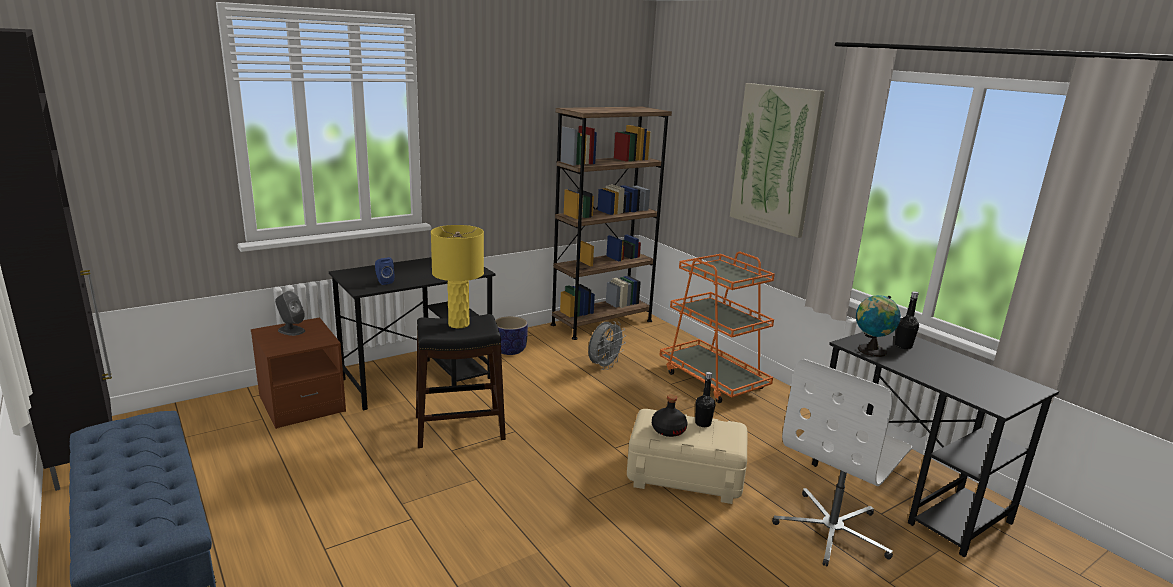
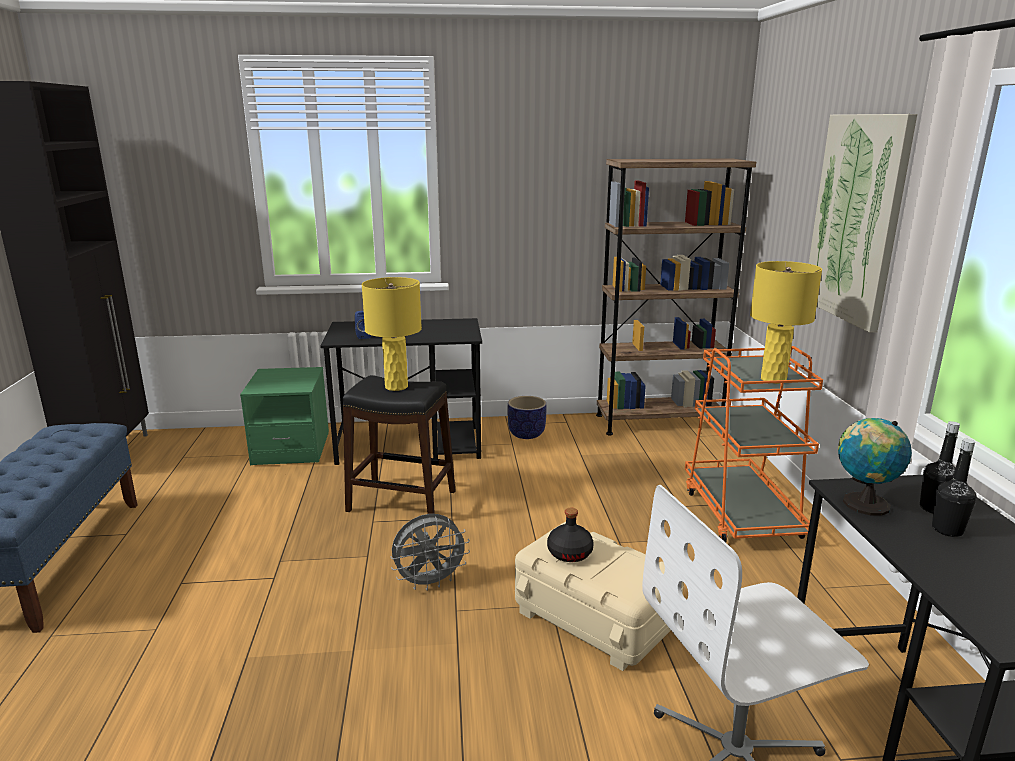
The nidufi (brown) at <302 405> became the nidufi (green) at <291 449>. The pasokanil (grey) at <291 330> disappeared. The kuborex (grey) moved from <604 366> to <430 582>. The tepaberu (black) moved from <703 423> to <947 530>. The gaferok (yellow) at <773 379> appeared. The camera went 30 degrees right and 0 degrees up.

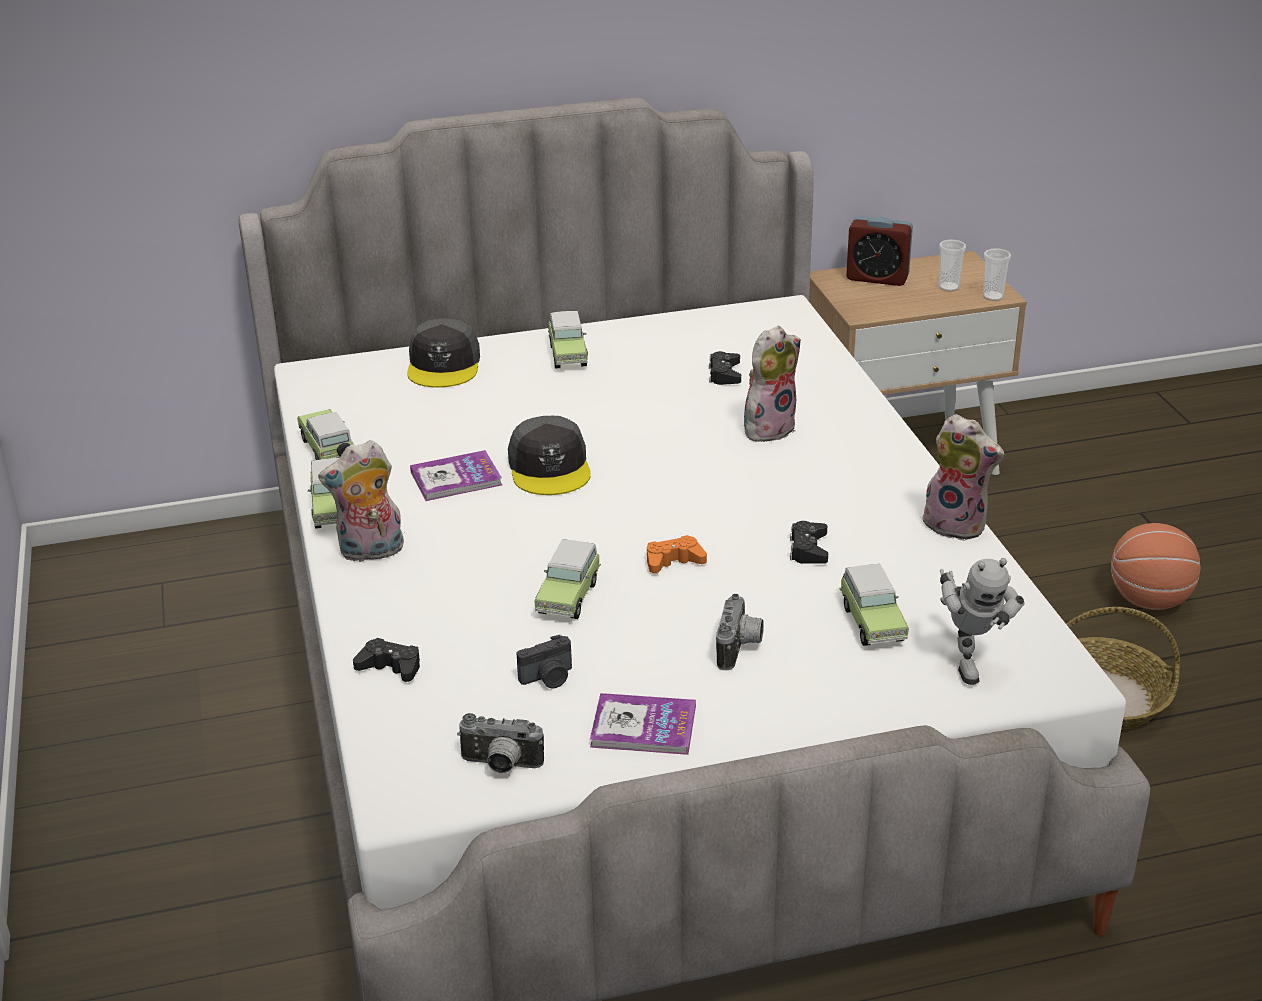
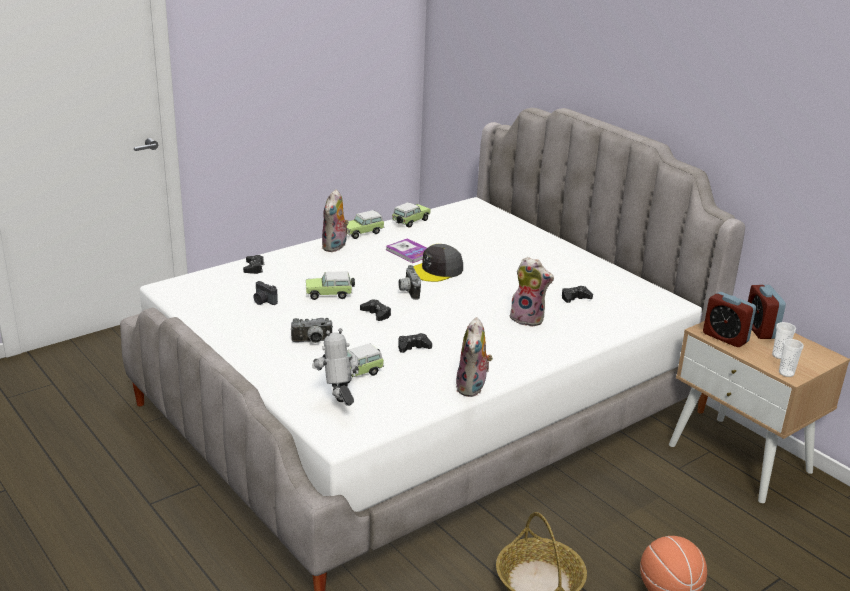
The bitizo at <370 552> turned 120 degrees counterclockwise. The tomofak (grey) at <444 365> disappeared. The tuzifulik moved from <500 766> to <408 291>. The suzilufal at <568 354> disappeared. The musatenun at <643 727> disappeared. The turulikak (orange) at <673 561> became the turulikak (black) at <376 314>. The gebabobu at <968 660> turned 105 degrees clockwise. The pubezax at <725 337> appeared. The camera went 65 degrees right and 5 degrees down.

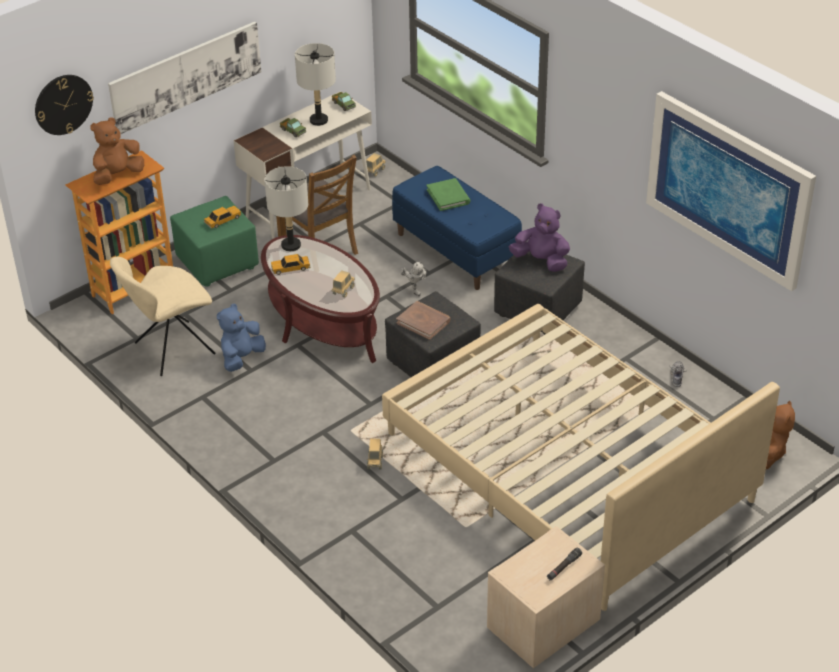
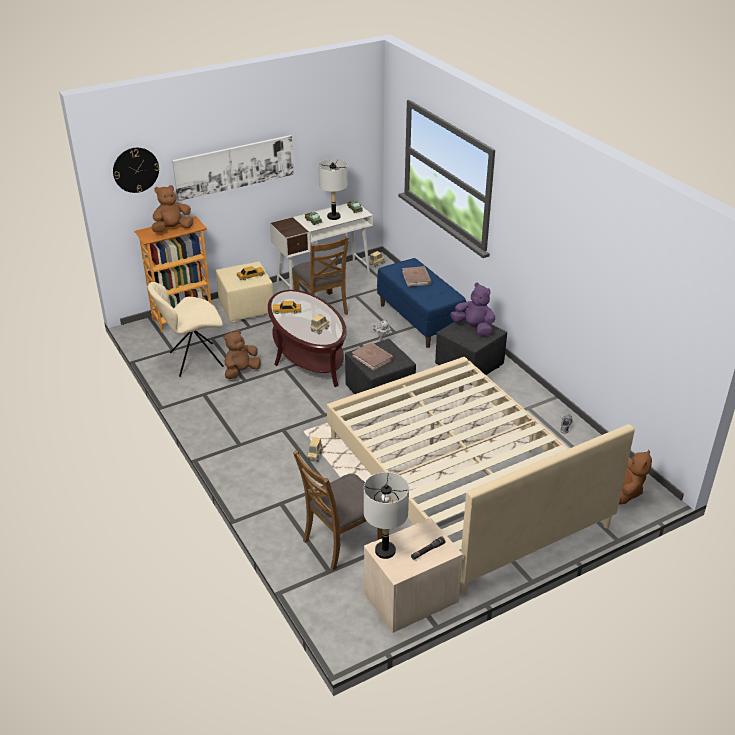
The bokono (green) at <216 263> became the bokono (beige) at <246 309>. The bitizo (blue) at <241 358> became the bitizo (brown) at <241 372>. The gaferok (grey) moved from <291 245> to <385 551>. The musatenun (green) at <448 196> became the musatenun (brown) at <416 278>. The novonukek at <728 188> disappeared. The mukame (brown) at <342 541> appeared. The camera went 10 degrees right and 5 degrees down.

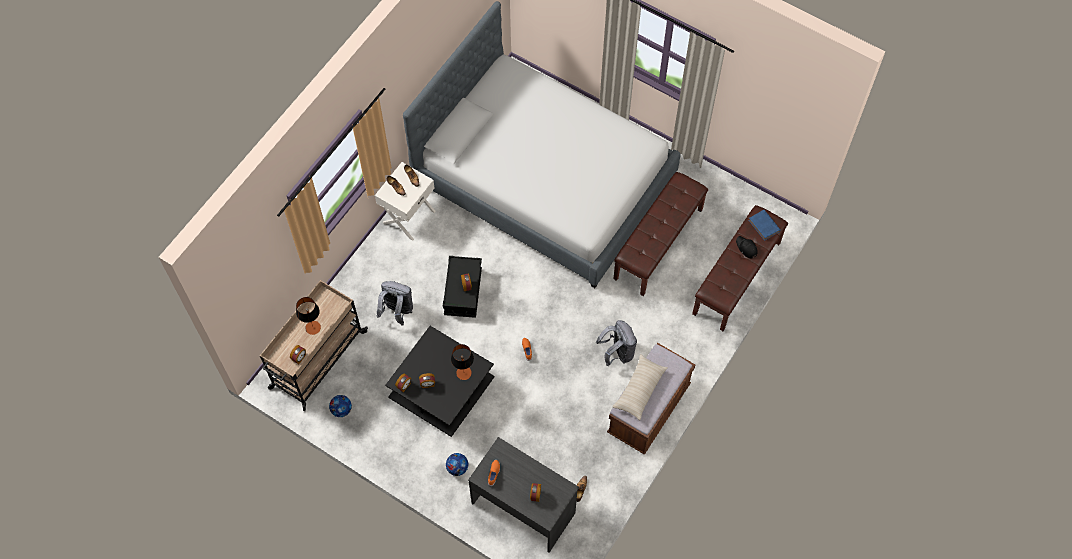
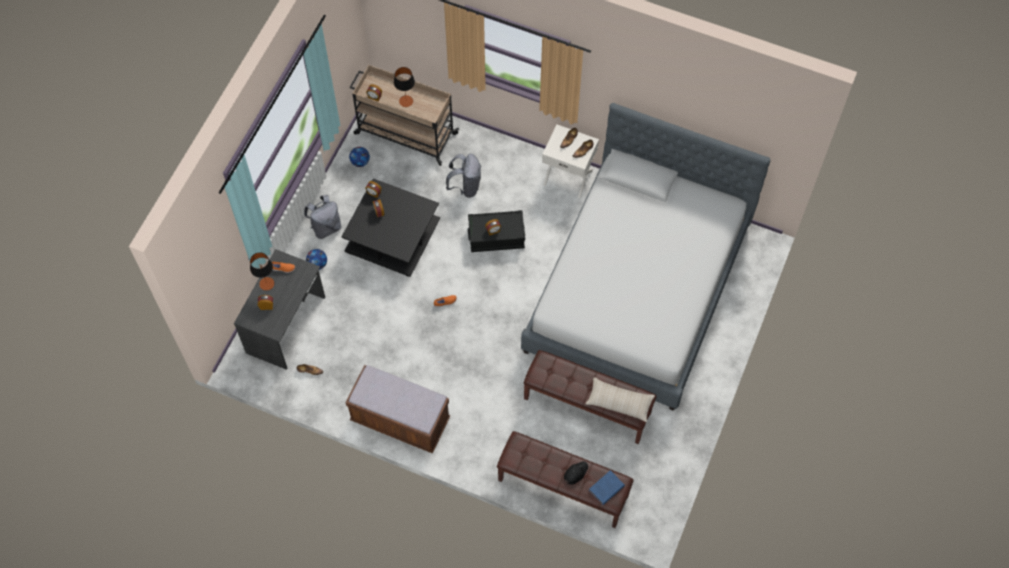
The gaferok moved from <464 373> to <266 284>. The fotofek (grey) moved from <617 352> to <326 227>. The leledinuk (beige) moved from <639 390> to <619 402>. The camera went 80 degrees right and 0 degrees up.

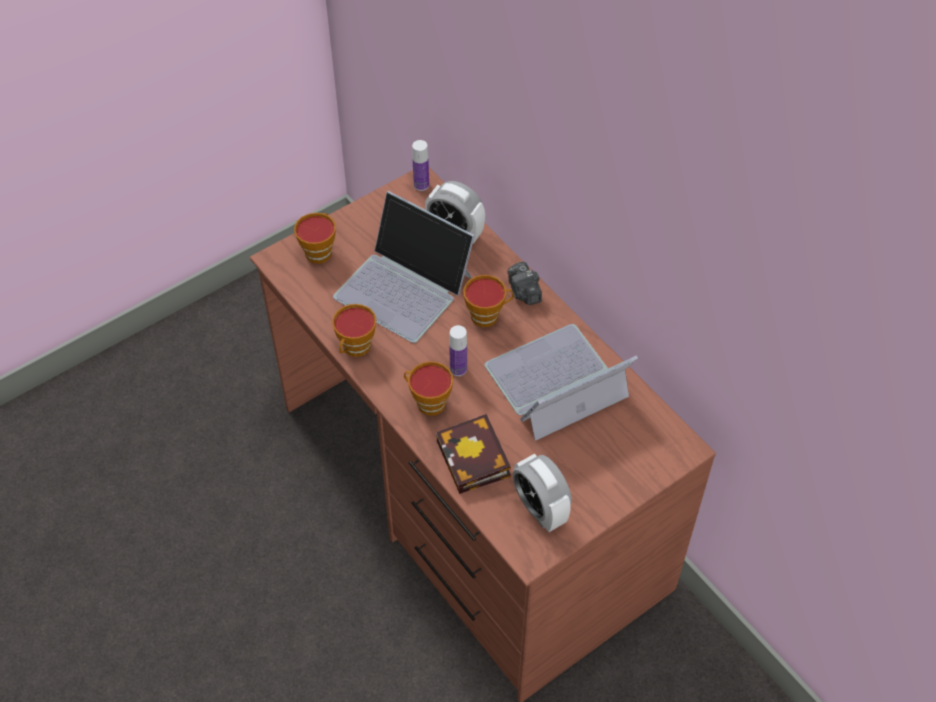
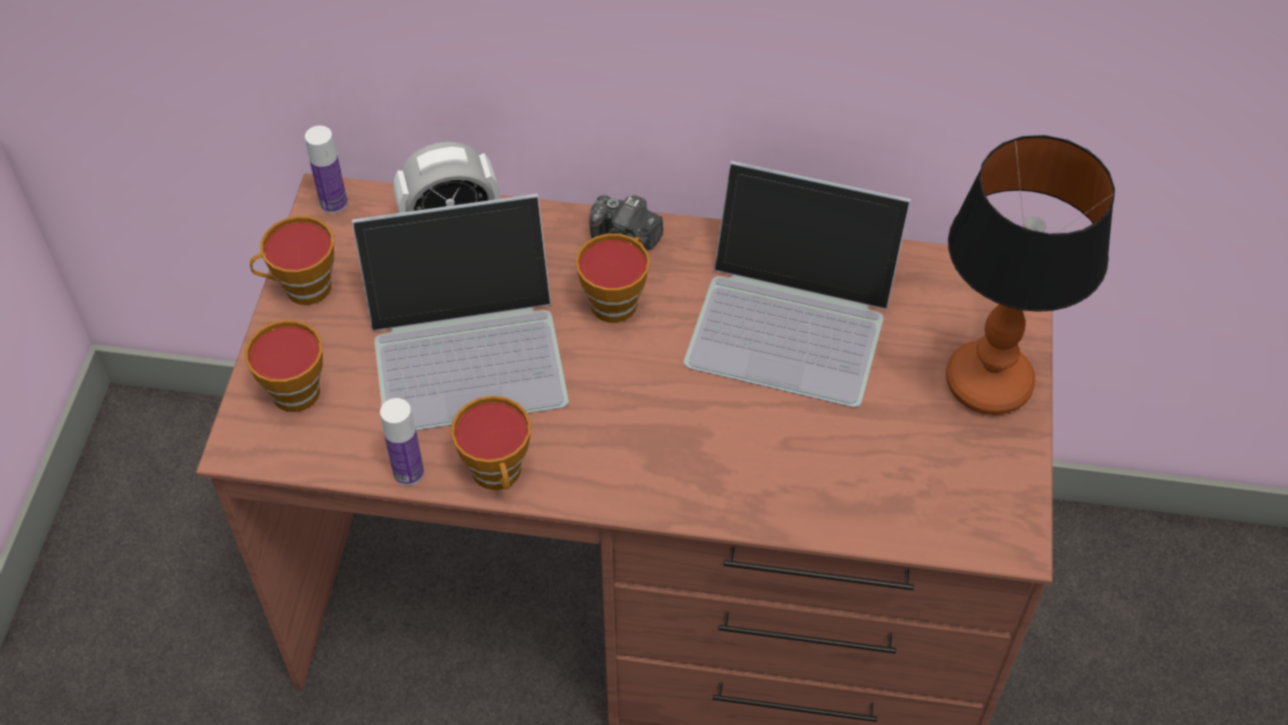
The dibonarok moved from <427 402> to <302 289>. The musatenun at <475 461> disappeared. The tepaberu moved from <458 369> to <408 472>. The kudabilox at <555 383> turned 90 degrees counterclockwise. The pubezax at <540 509> disappeared. The gaferok at <989 382> appeared. The camera went 45 degrees left and 0 degrees up.

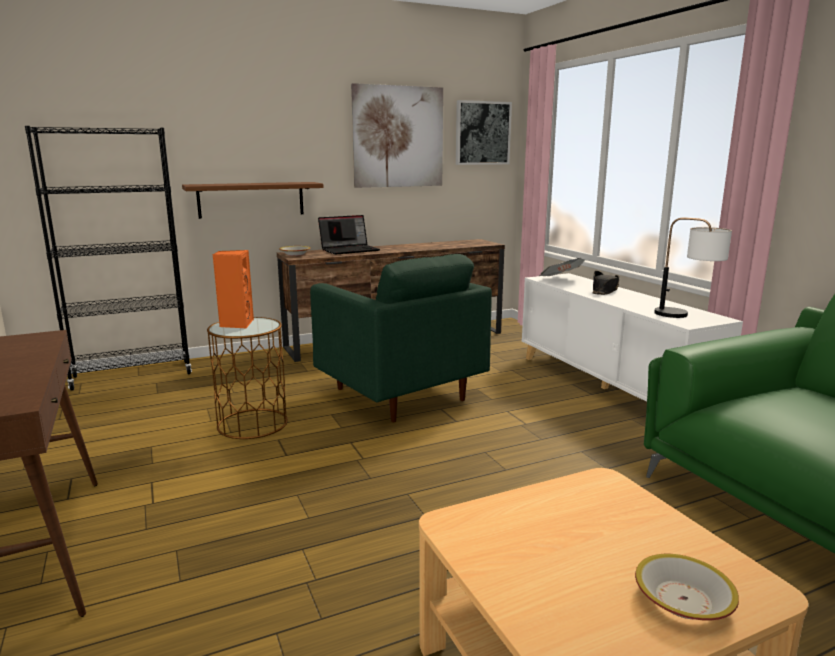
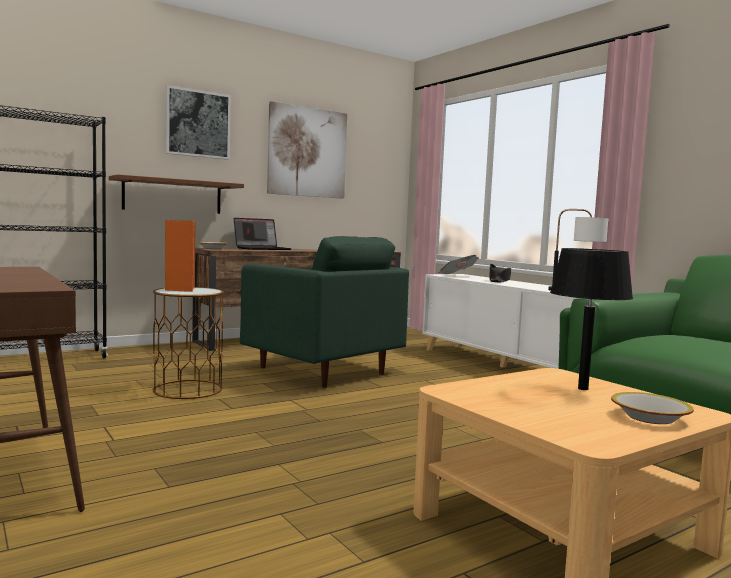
The novonukek moved from <482 133> to <197 124>. The gaferok (black) at <582 389> appeared. The camera went 10 degrees left and 10 degrees down.

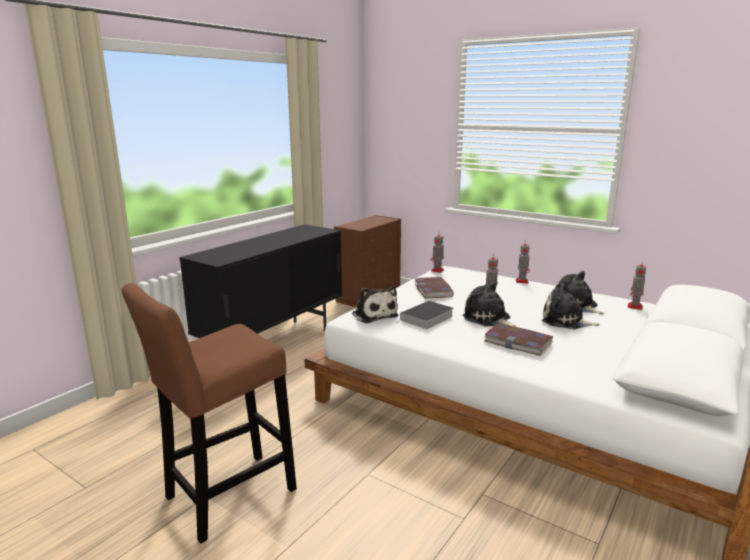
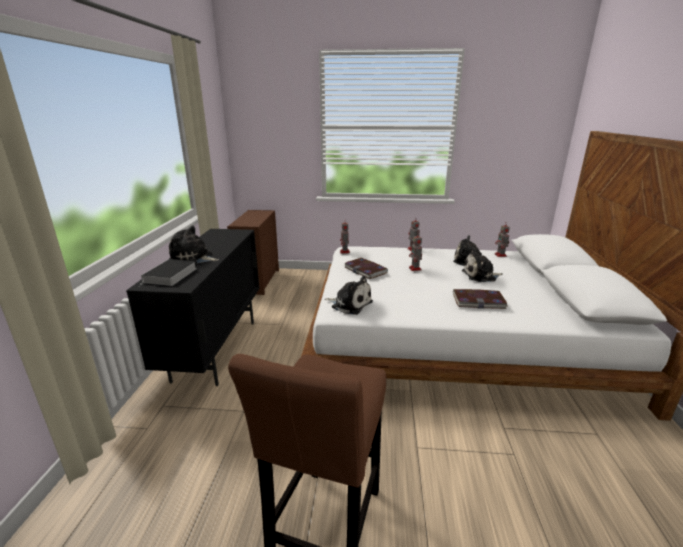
The musatenun moved from <426 318> to <170 276>. The bitizo moved from <488 319> to <193 258>. The camera went 30 degrees left and 5 degrees up.

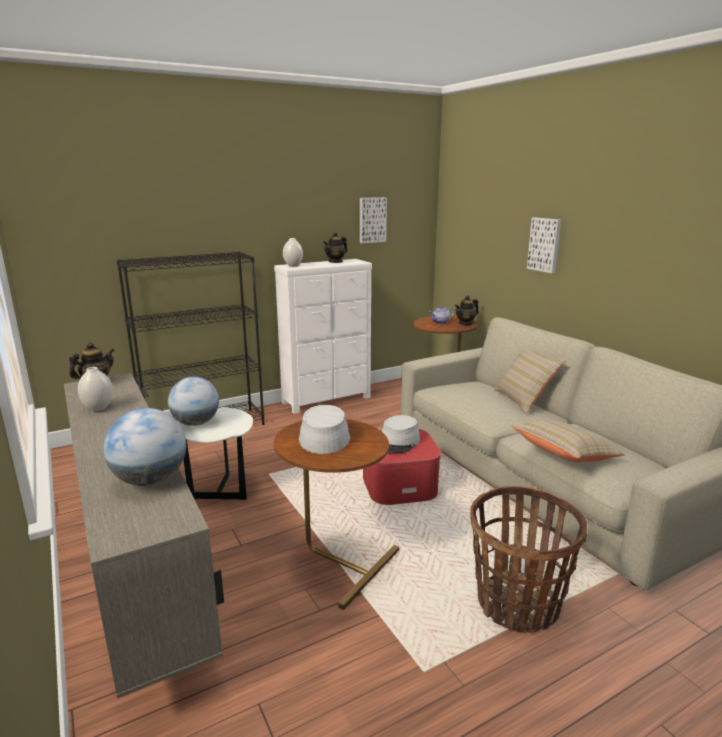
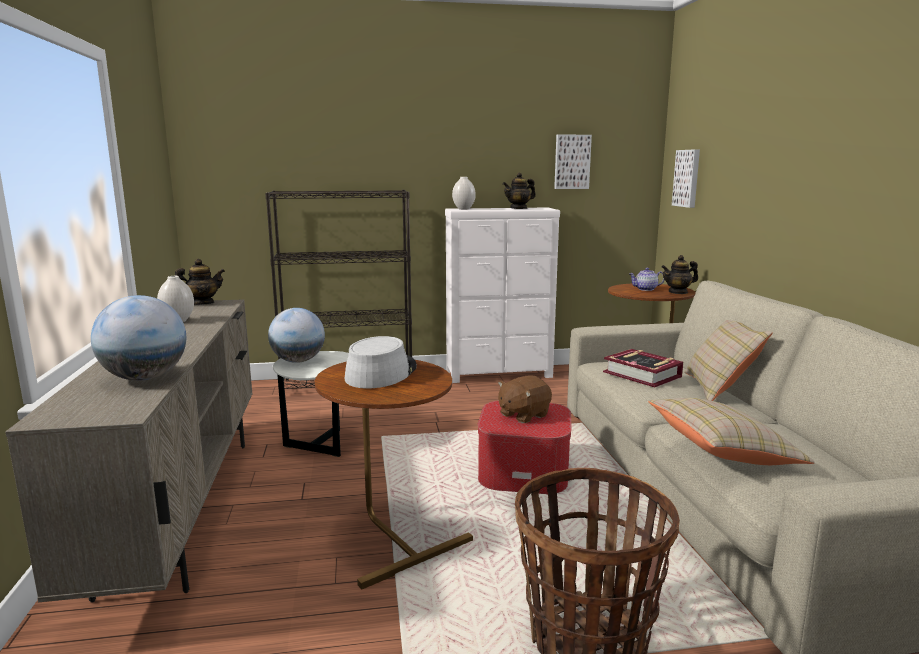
The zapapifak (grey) at <397 442> was replaced by the bitizo (brown) at <523 415>. The novonukek moved from <545 244> to <687 178>. The musatenun at <642 374> appeared. The camera went 20 degrees right and 5 degrees down.

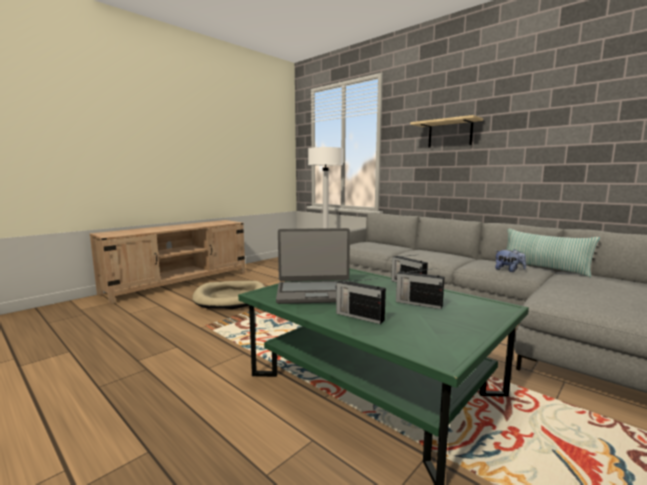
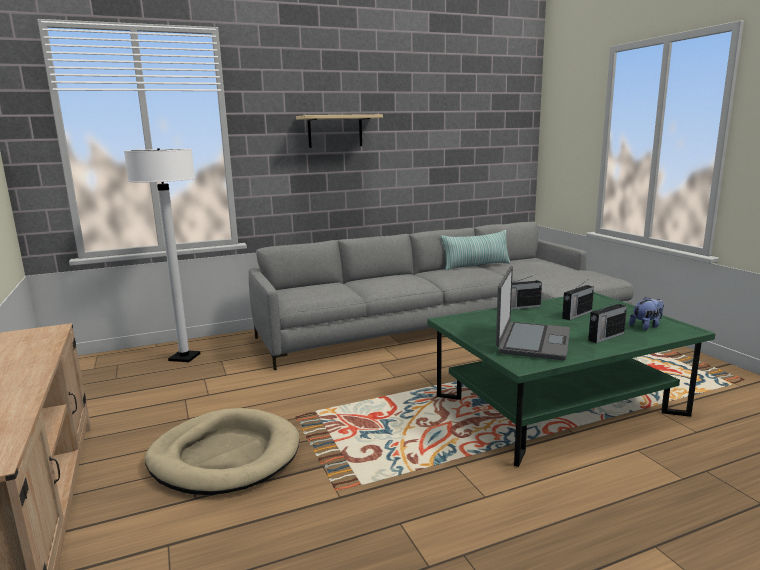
The bitizo moved from <508 270> to <646 326>. The camera went 65 degrees left and 5 degrees up.

